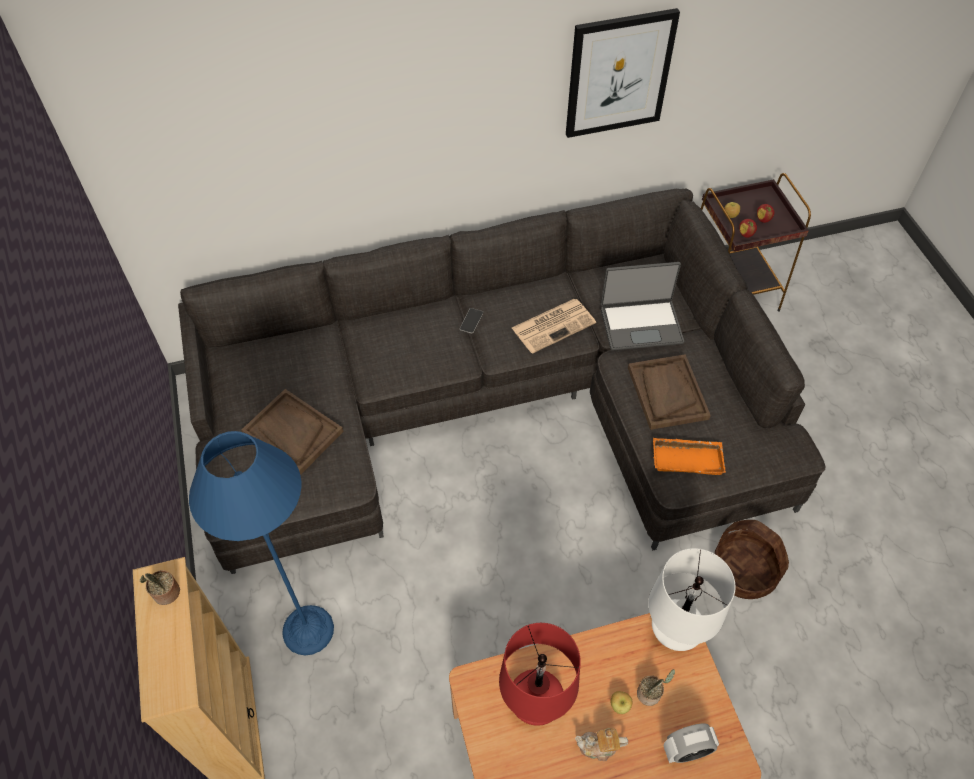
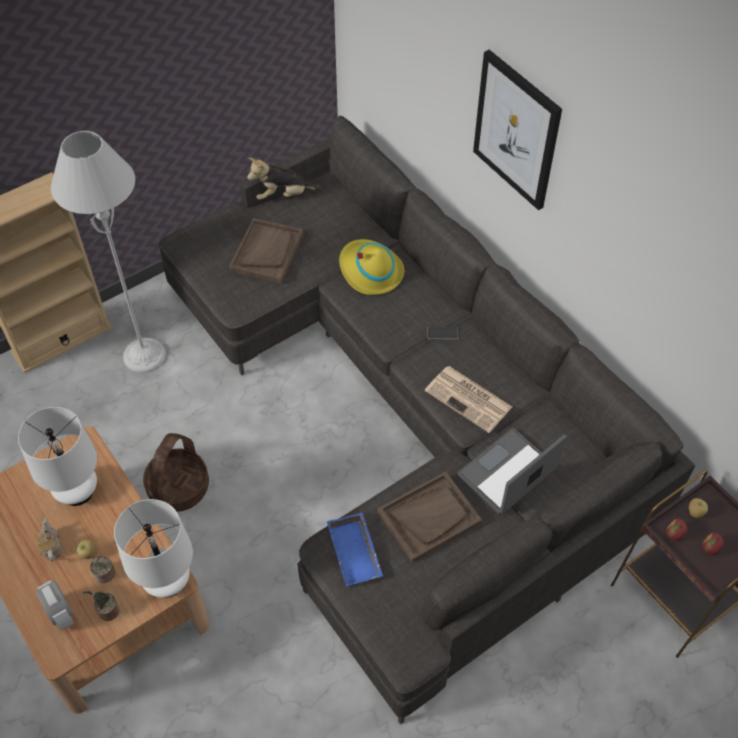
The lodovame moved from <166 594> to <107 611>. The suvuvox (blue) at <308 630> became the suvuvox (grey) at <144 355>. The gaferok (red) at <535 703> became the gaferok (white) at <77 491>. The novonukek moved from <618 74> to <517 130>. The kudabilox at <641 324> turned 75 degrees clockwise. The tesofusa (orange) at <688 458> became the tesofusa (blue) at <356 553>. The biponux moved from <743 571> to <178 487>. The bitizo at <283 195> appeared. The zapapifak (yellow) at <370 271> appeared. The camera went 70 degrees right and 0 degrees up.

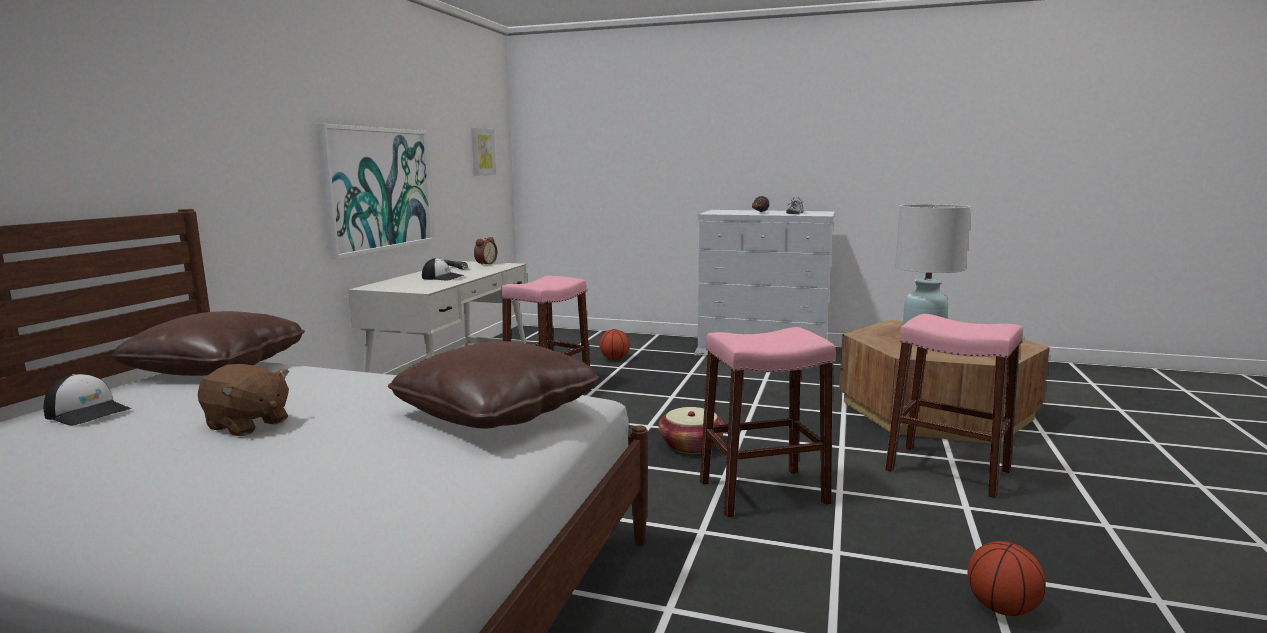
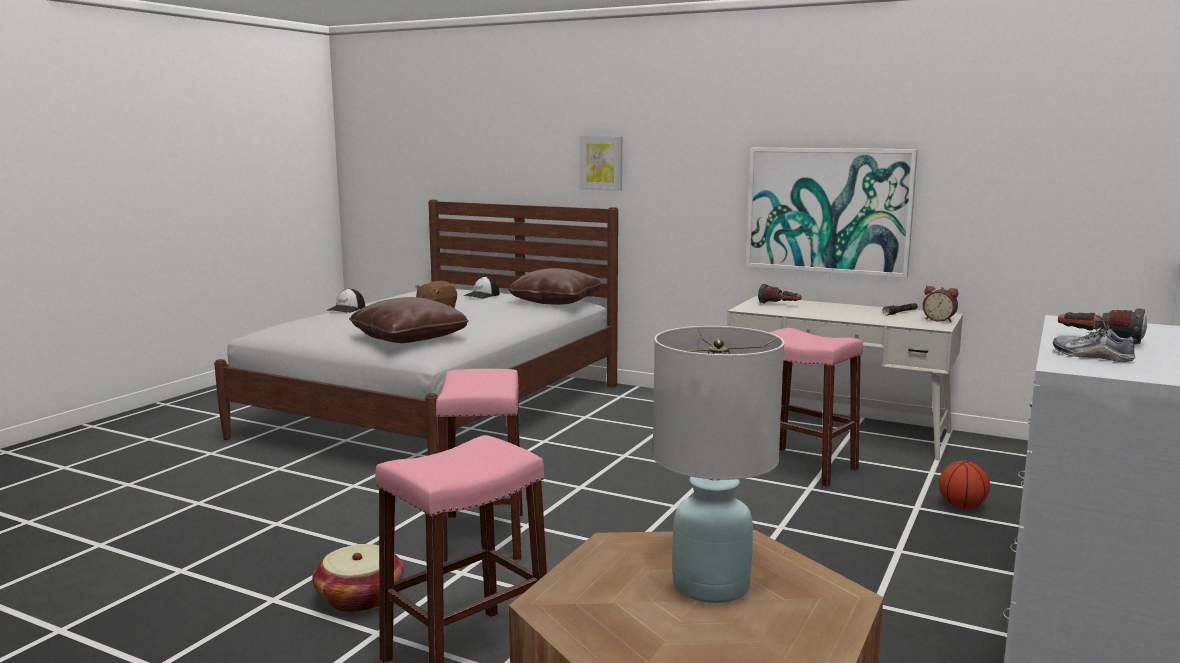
The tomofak moved from <443 277> to <346 309>. The novonukek moved from <482 151> to <601 163>. The biponux moved from <691 445> to <360 598>. The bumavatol at <1001 608> disappeared. The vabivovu at <779 305> appeared. The camera went 100 degrees right and 0 degrees up.

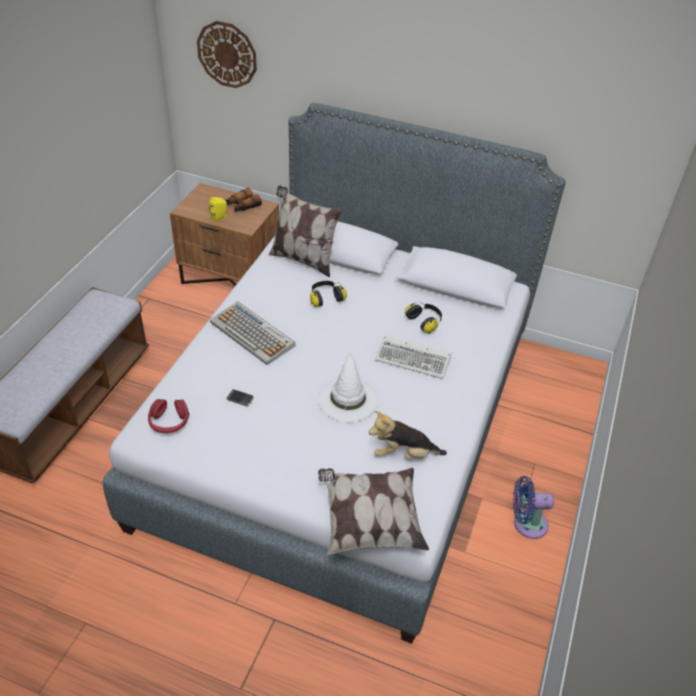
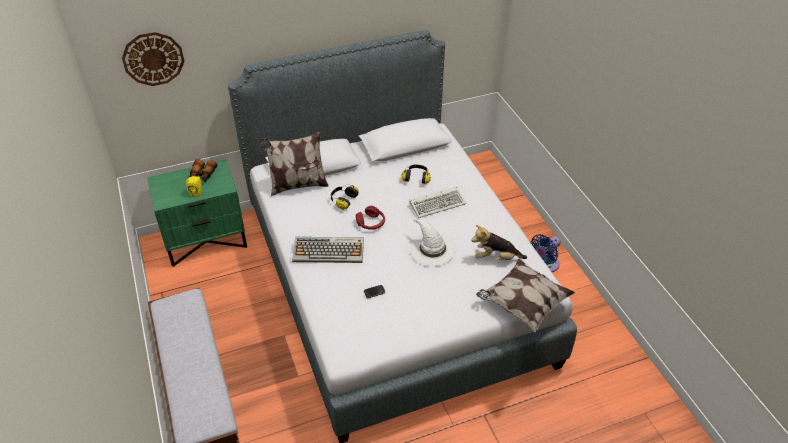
The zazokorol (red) moved from <169 422> to <371 223>. The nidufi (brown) at <230 279> became the nidufi (green) at <206 240>. The bitizo at <403 454> turned 45 degrees clockwise. The camera went 40 degrees left and 0 degrees up.

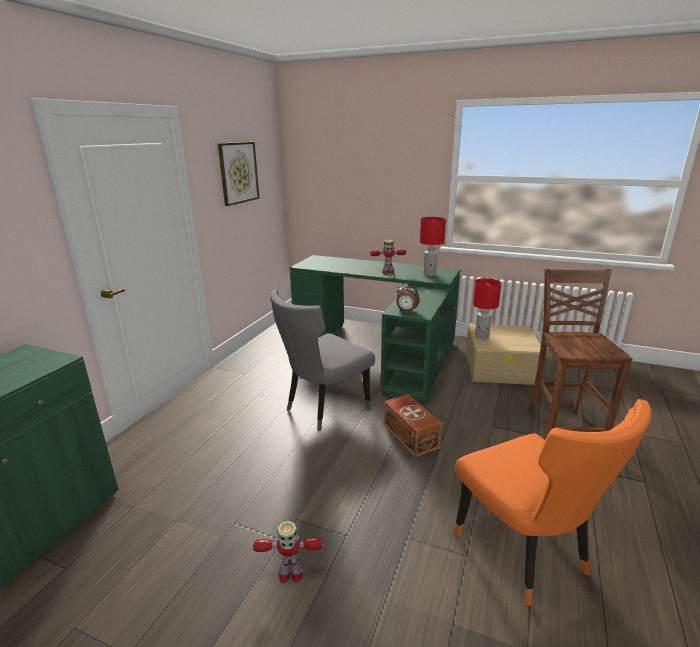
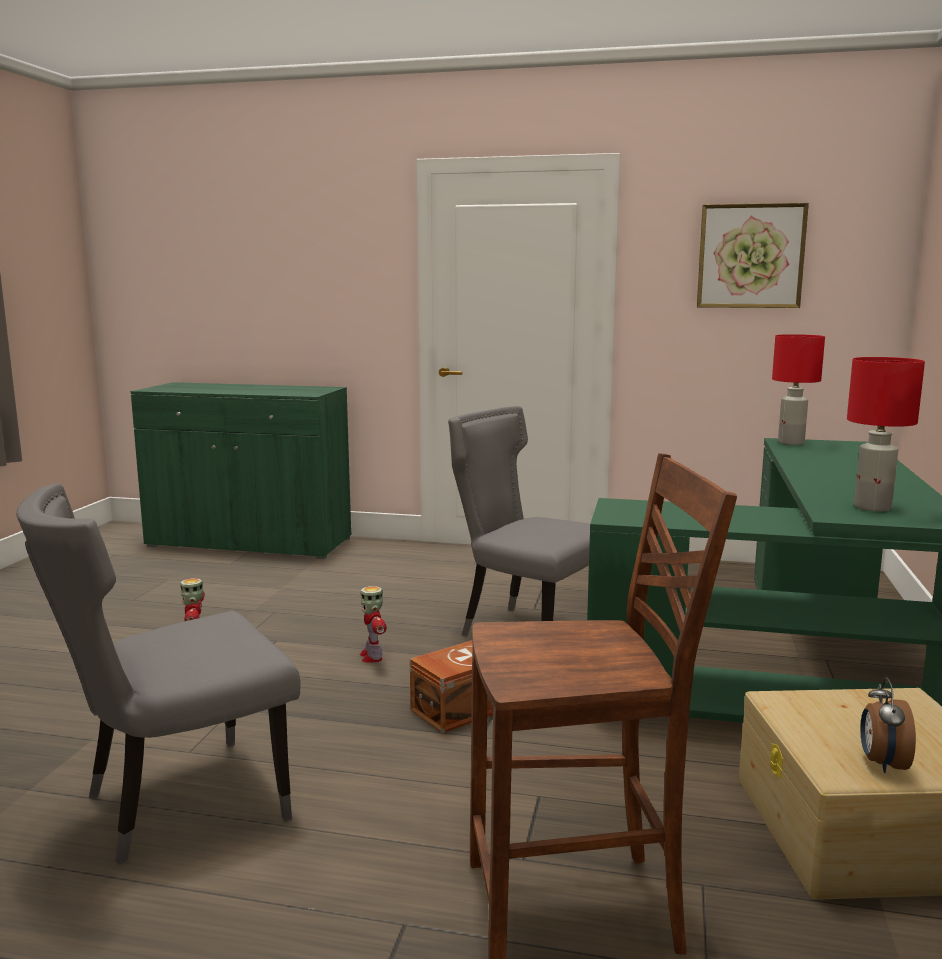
The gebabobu moved from <388 272> to <372 656>. The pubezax moved from <406 311> to <882 763>. The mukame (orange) at <526 554> became the mukame (grey) at <177 804>. The gaferok (red) moved from <482 336> to <791 443>. The camera went 80 degrees right and 10 degrees down.

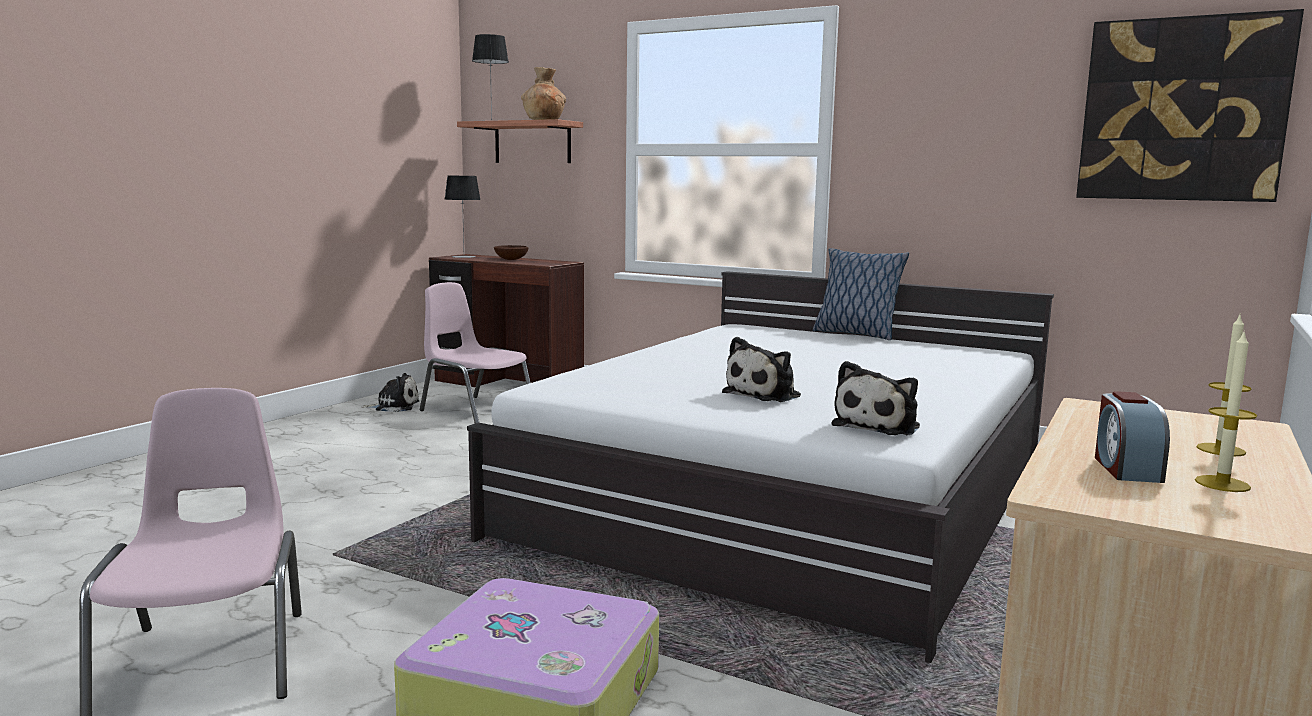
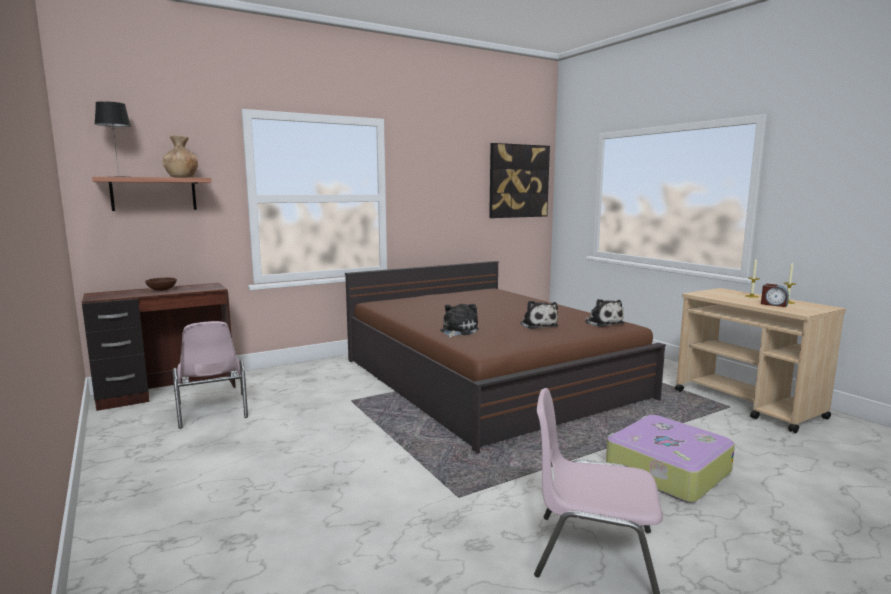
The bitizo moved from <394 406> to <457 331>. The mukame (pink) at <476 409> turned 90 degrees counterclockwise. The gaferok at <464 257> disappeared. The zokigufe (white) at <792 498> became the zokigufe (brown) at <487 378>. The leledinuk at <855 334> disappeared. The camera went 60 degrees left and 0 degrees up.

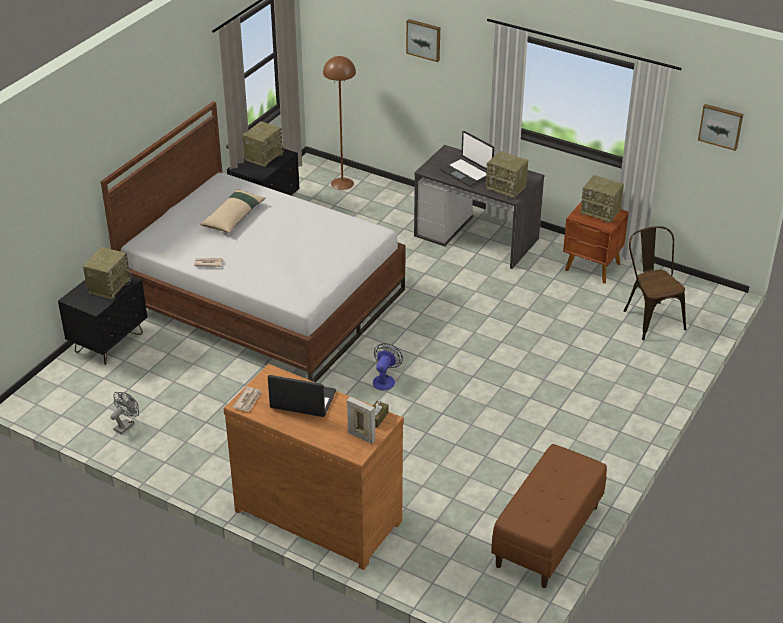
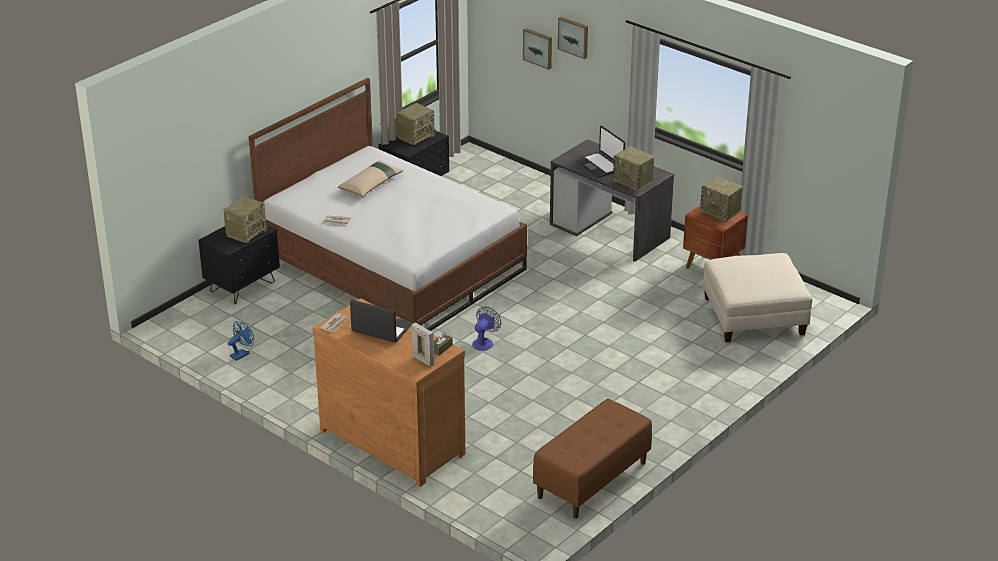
The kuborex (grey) at <126 425> became the kuborex (blue) at <242 354>. The suvuvox (brown) at <342 183> disappeared. The mukame (brown) at <650 317> was replaced by the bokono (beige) at <754 315>. The novonukek moved from <721 126> to <538 48>. The camera went 10 degrees right and 5 degrees down.

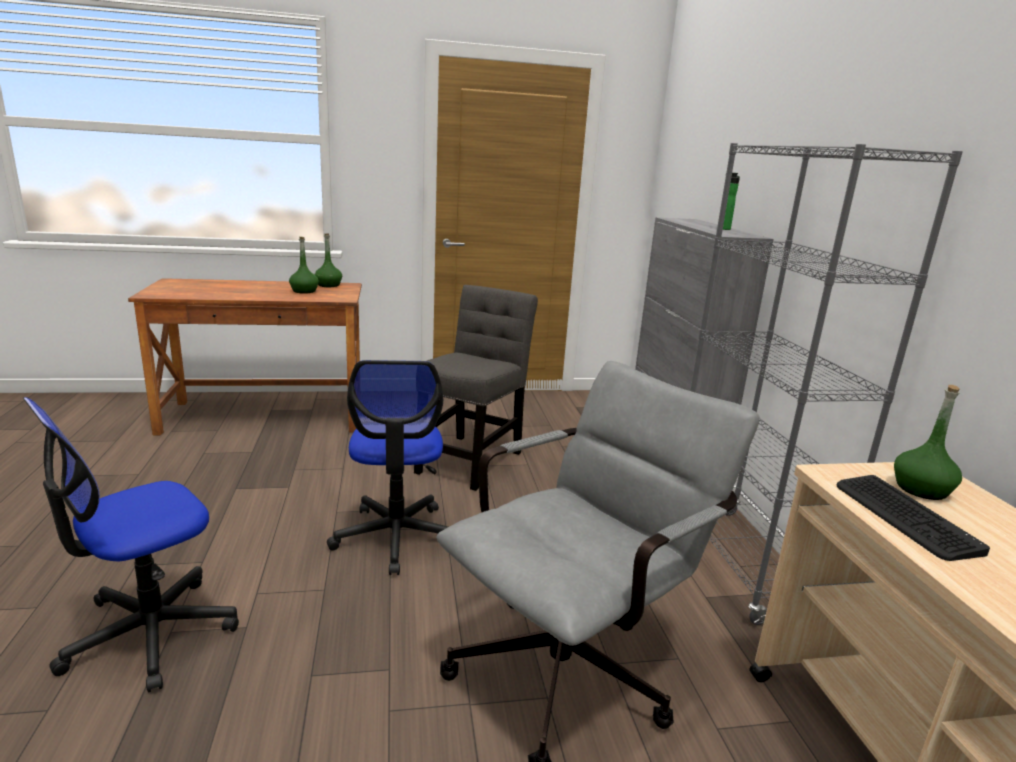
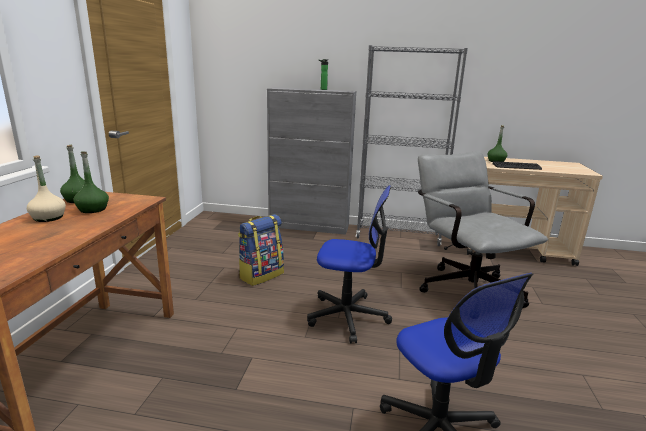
The mukame (grey) at <471 459> was replaced by the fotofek at <261 275>. The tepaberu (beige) at <48 218> appeared. The camera went 70 degrees left and 0 degrees up.

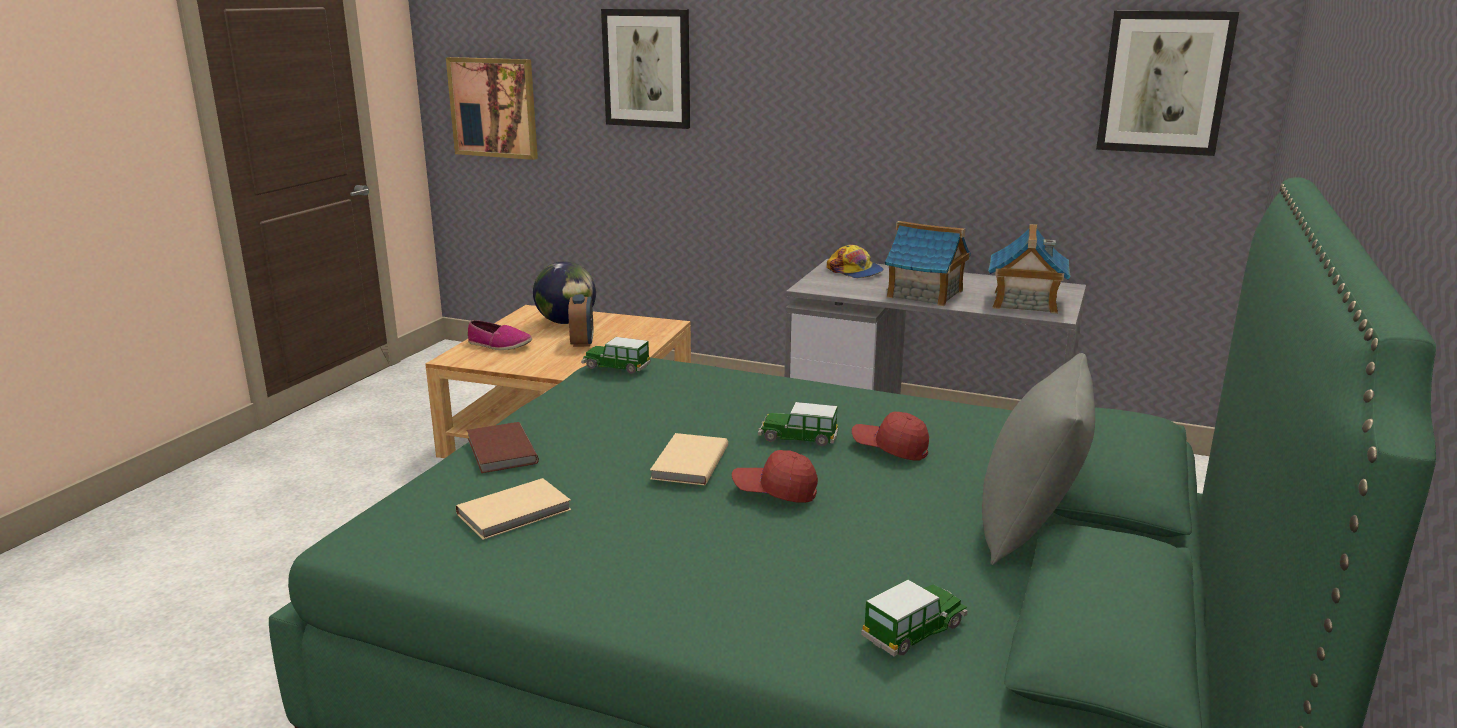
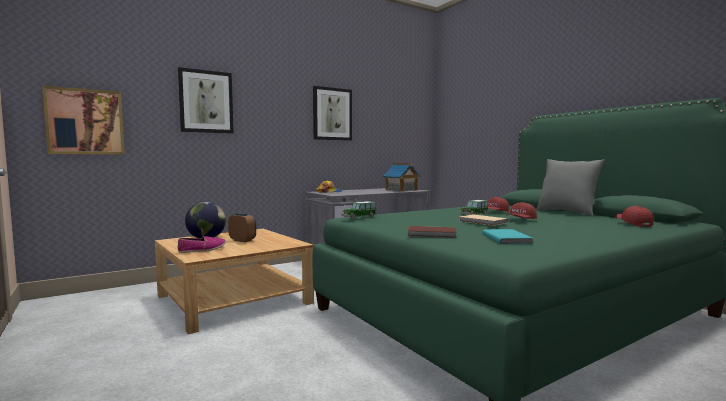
The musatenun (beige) at <516 512> became the musatenun (turquoise) at <507 239>. The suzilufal at <914 630> was replaced by the tomofak (red) at <633 224>. The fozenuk at <925 294> disappeared. The novonukek moved from <1164 83> to <332 114>. The camera went 55 degrees left and 15 degrees down.

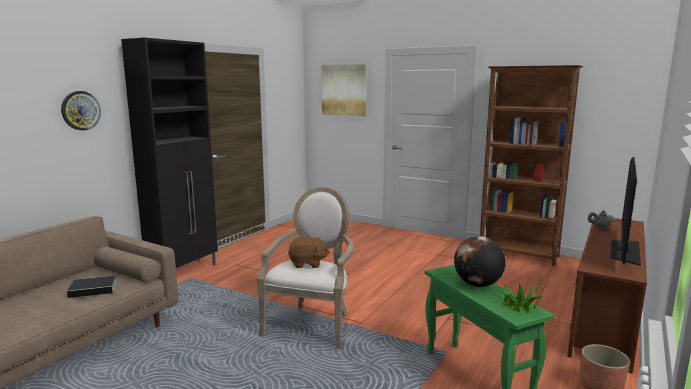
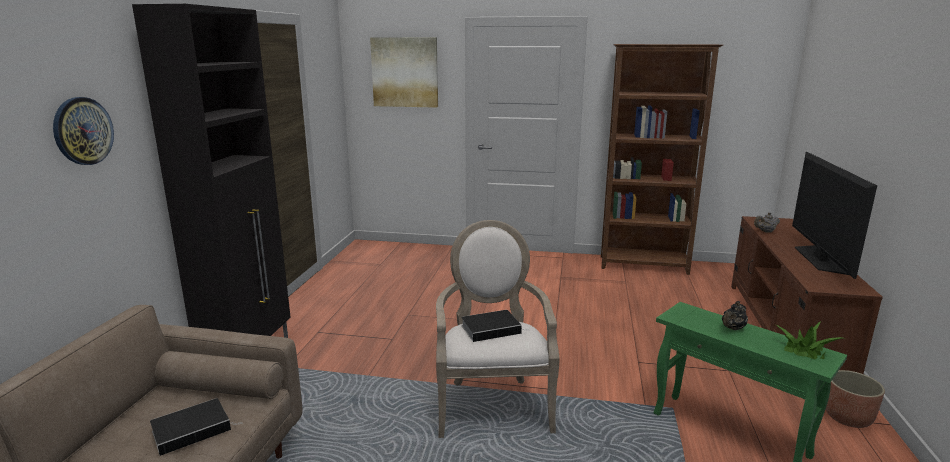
The bitizo (brown) at <307 264> was replaced by the musatenun at <492 329>. The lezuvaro at <477 285> was replaced by the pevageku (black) at <732 328>. The camera went 20 degrees left and 5 degrees up.

